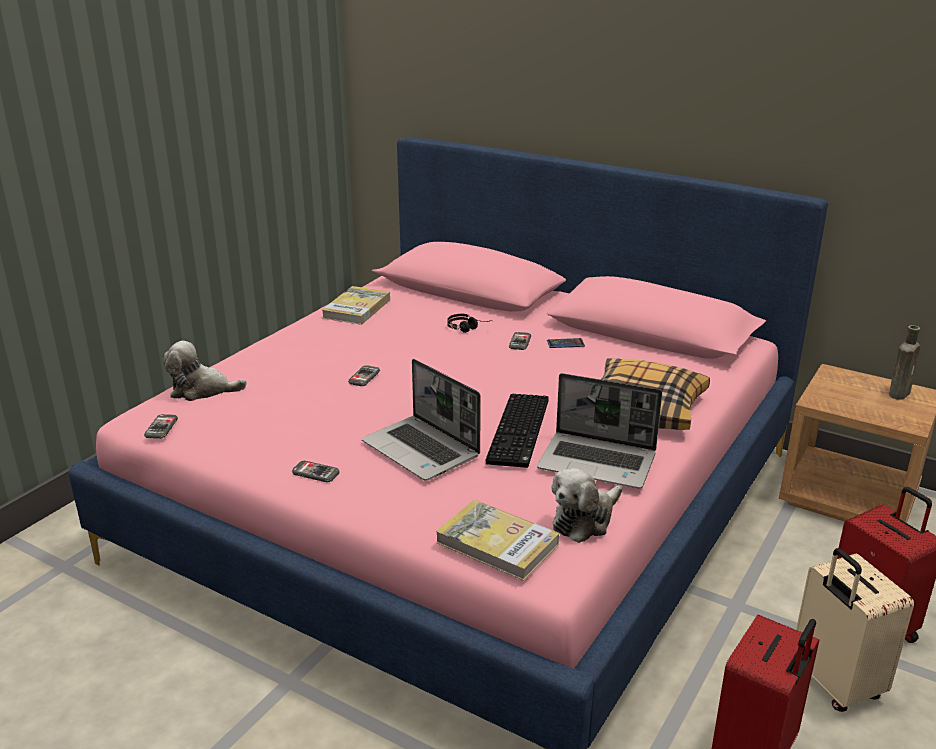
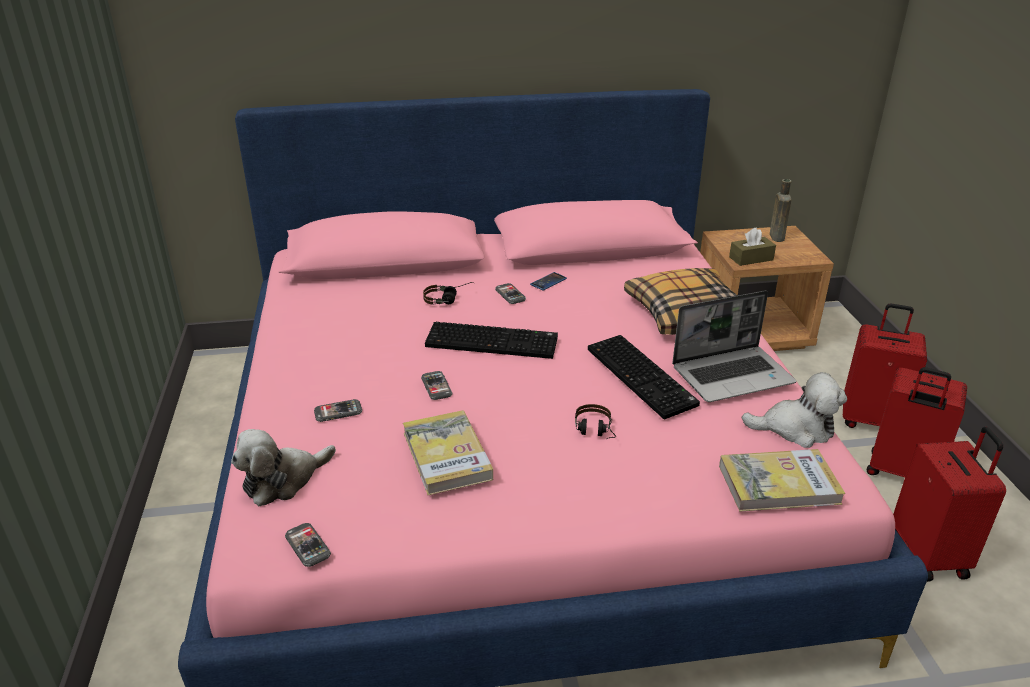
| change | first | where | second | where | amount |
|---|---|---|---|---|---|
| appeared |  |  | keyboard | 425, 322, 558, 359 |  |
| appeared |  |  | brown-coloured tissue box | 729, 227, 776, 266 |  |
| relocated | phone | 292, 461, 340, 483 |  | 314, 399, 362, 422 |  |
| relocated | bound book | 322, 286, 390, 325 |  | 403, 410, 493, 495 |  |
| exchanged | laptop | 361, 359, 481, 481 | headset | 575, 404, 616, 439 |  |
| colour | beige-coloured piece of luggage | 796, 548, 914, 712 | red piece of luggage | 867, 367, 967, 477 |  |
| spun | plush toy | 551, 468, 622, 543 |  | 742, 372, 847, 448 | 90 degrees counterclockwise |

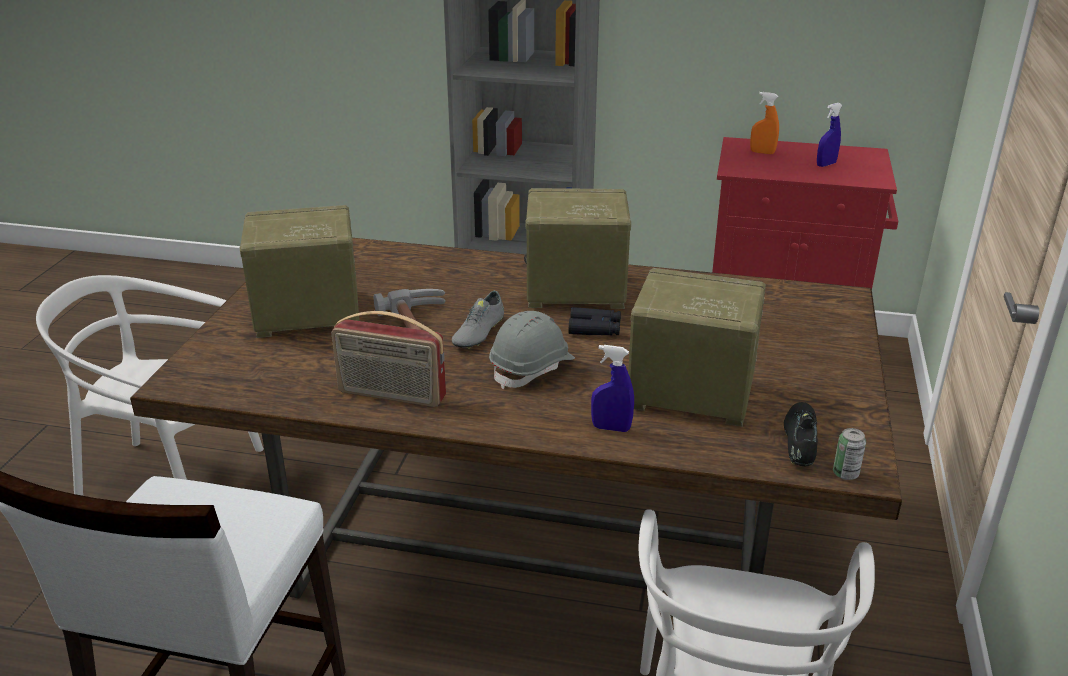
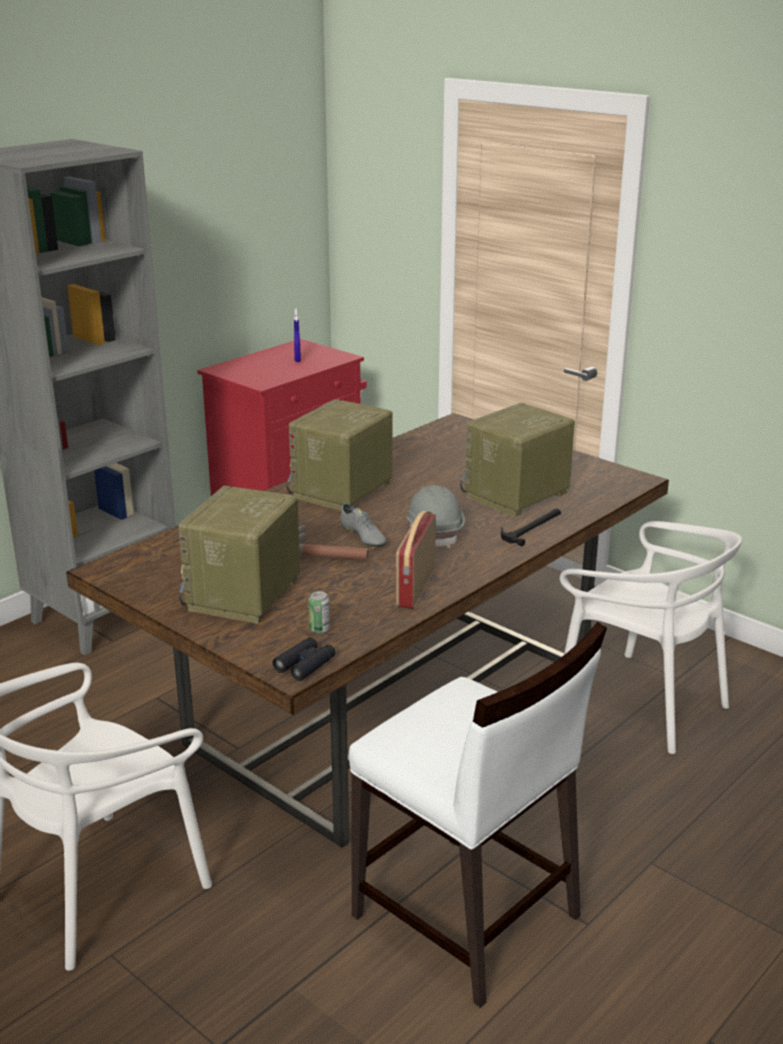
| change | first | where | second | where | amount |
|---|---|---|---|---|---|
| missing | orange sprayer | 750, 92, 779, 154 |  |  |  |
| missing | blackish shoe | 784, 402, 818, 466 |  |  |  |
| relocated | blackish pair of binoculars | 569, 307, 621, 336 |  | 272, 637, 335, 681 |  |
| relocated | sealed can | 833, 428, 866, 480 |  | 308, 591, 330, 634 |  |
| exchanged | blue sprayer | 591, 345, 634, 432 | hand hammer | 501, 508, 561, 546 |  |
| spun | radio set | 332, 311, 446, 407 |  | 396, 511, 436, 609 | 150 degrees clockwise |

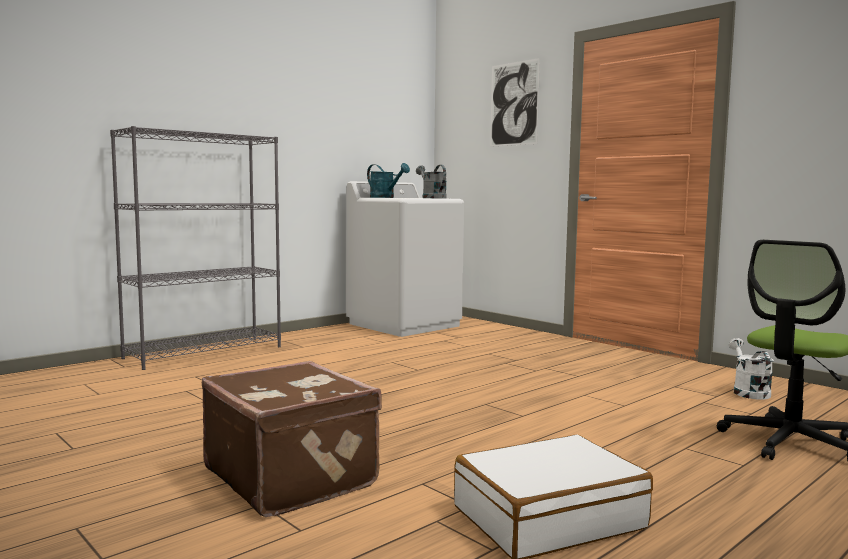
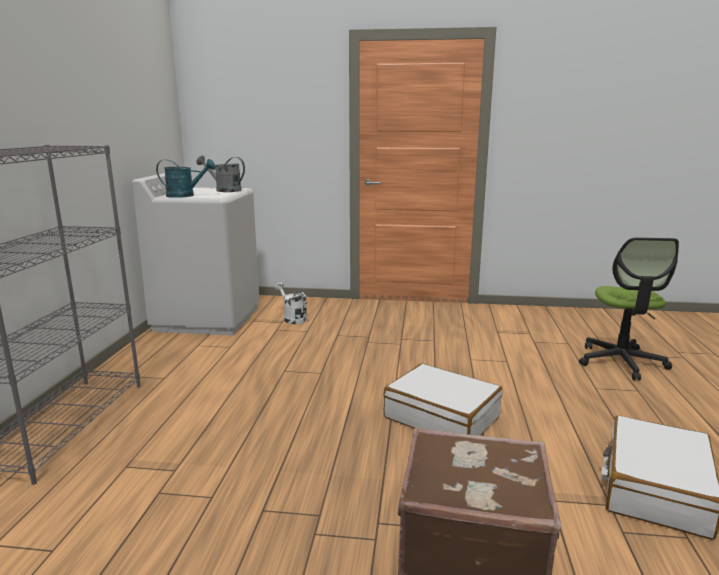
| change | first | where | second | where | amount |
|---|---|---|---|---|---|
| missing | picture | 490, 58, 540, 147 |  |  |  |
| appeared |  |  | white piece of luggage | 384, 363, 503, 436 |  |
| relocated | white sprinkling can | 729, 338, 774, 400 |  | 275, 282, 307, 324 |  |

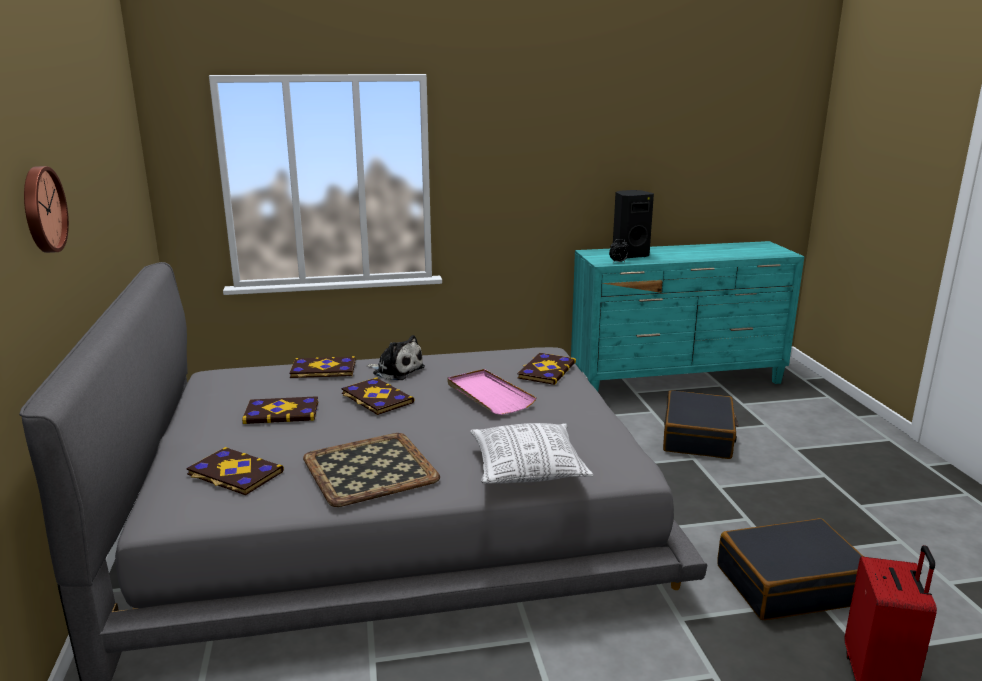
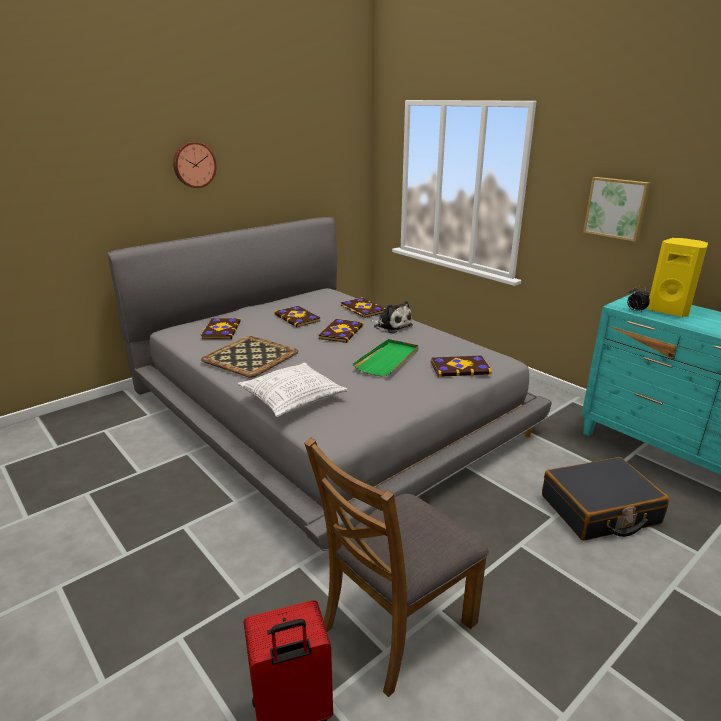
| change | first | where | second | where | amount |
|---|---|---|---|---|---|
| appeared |  |  | picture | 583, 177, 651, 242 |  |
| exchanged | blackish piece of luggage | 717, 518, 864, 620 | brown-coloured chair | 304, 438, 489, 697 |  |
| colour | pink carrying tray | 447, 369, 537, 415 | greenish carrying tray | 353, 339, 419, 377 |  |
| colour | blackish audio speaker | 613, 190, 654, 258 | yellow-coloured audio speaker | 647, 238, 708, 317 |  |
| spun | plush toy | 366, 335, 425, 380 |  | 371, 301, 413, 334 | 45 degrees counterclockwise |

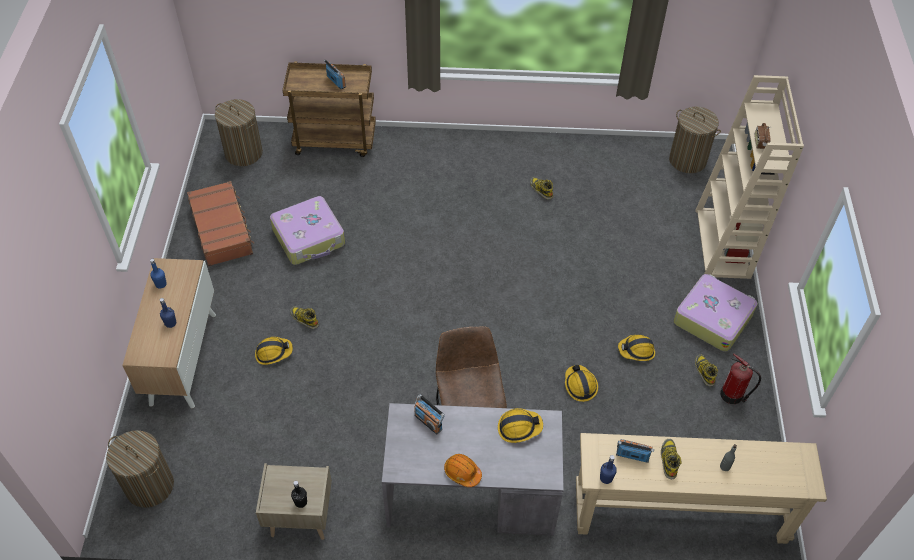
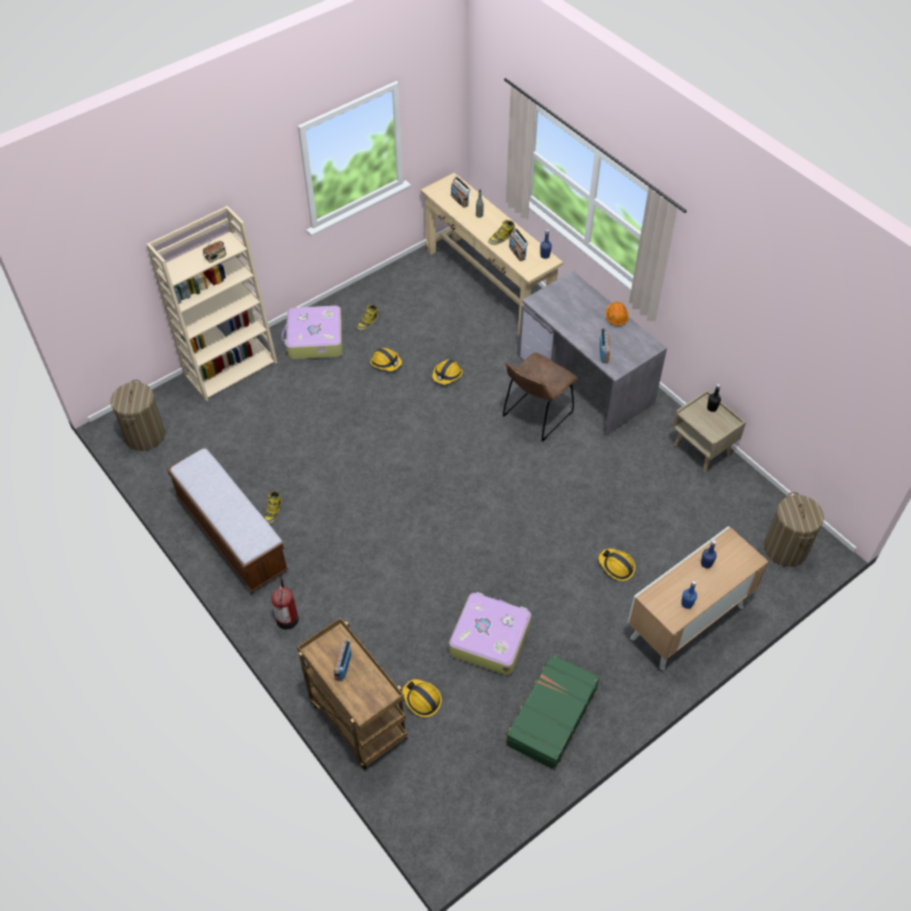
| change | first | where | second | where | amount |
|---|---|---|---|---|---|
| missing | washing basket | 215, 99, 263, 166 |  |  |  |
| missing | high-top boot | 290, 307, 319, 329 |  |  |  |
| appeared |  |  | bench | 167, 448, 288, 592 |  |
| appeared |  |  | radio set | 451, 176, 470, 208 |  |
| relocated | safety helmet | 498, 408, 543, 443 |  | 402, 679, 442, 717 |  |
| relocated | extinguisher | 720, 354, 761, 404 |  | 271, 578, 299, 630 |  |
| colour | brown-coloured piece of luggage | 187, 181, 255, 266 | greenish piece of luggage | 506, 654, 600, 770 |  |

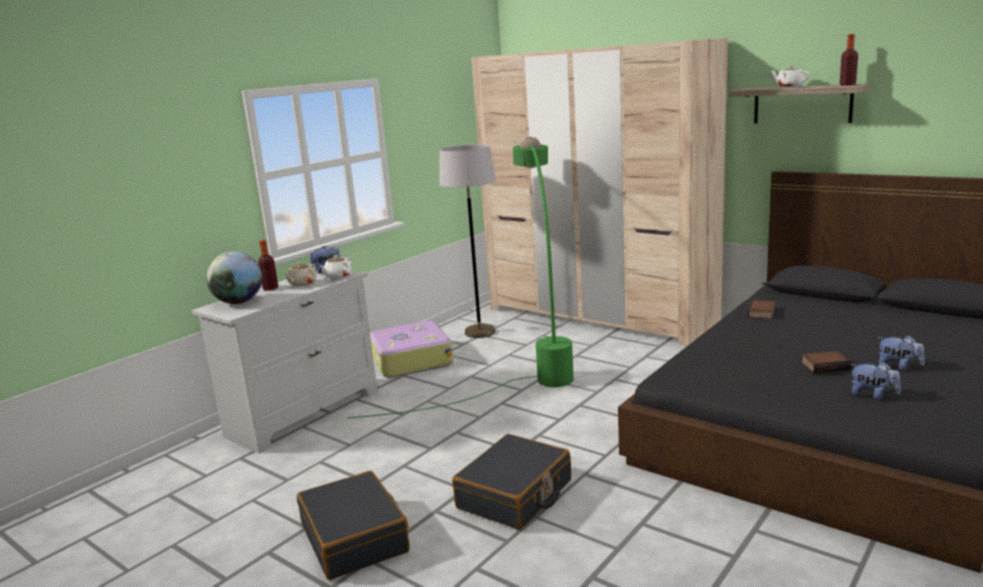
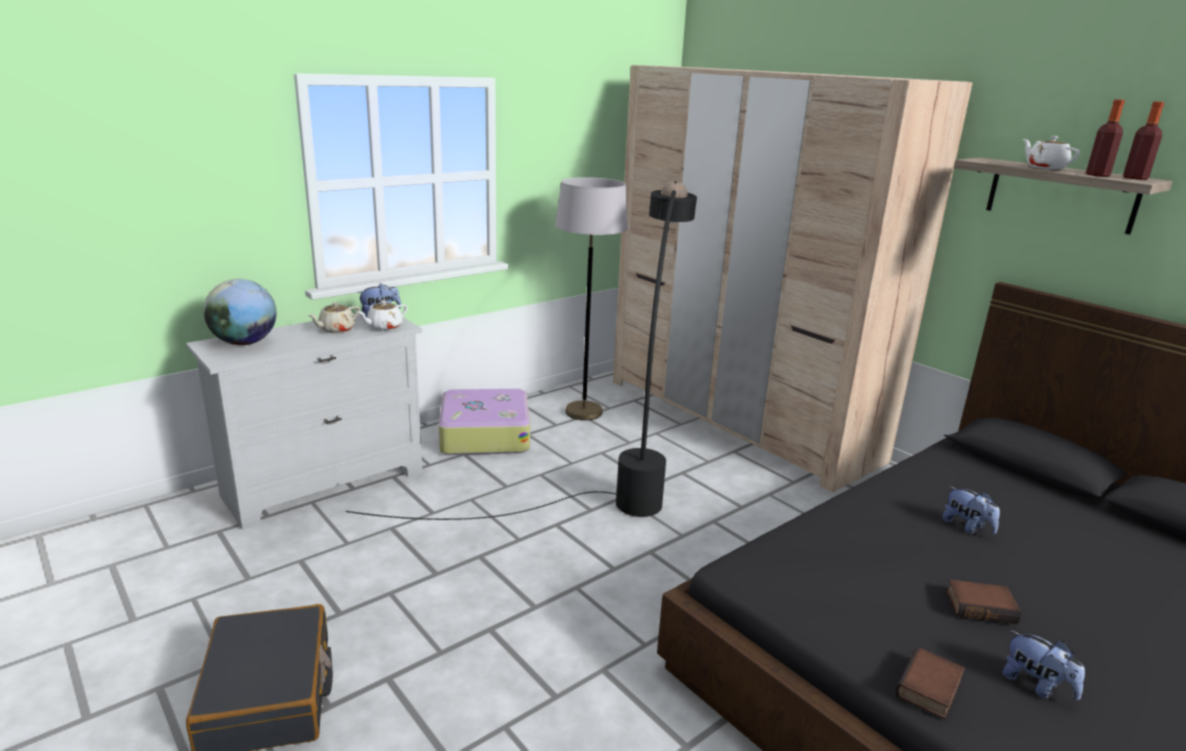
| change | first | where | second | where | amount |
|---|---|---|---|---|---|
| missing | blackish piece of luggage | 452, 434, 571, 530 |  |  |  |
| relocated | beverage bottle | 258, 240, 279, 291 |  | 1086, 99, 1125, 177 |  |
| relocated | bound book | 748, 300, 775, 319 |  | 895, 647, 965, 719 |  |
| relocated | plush toy | 879, 335, 925, 370 |  | 942, 486, 1000, 534 |  |
| colour | greenish standing lamp | 347, 137, 574, 418 | blackish standing lamp | 346, 181, 697, 520 |  |

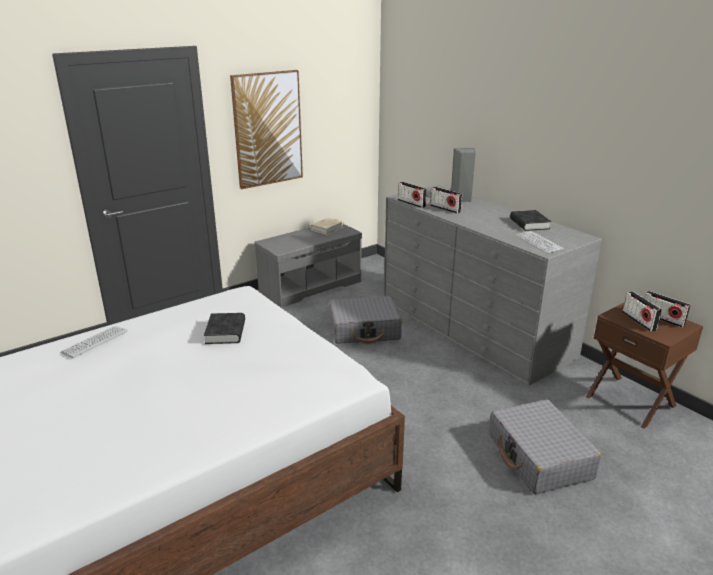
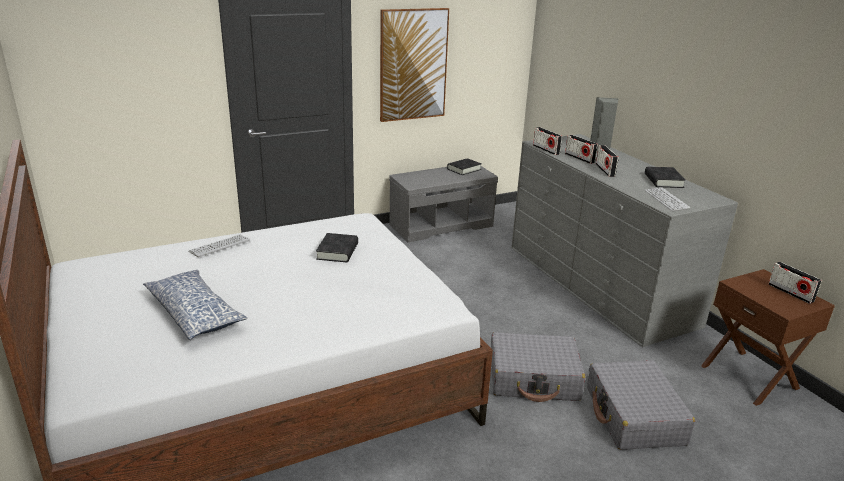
| change | first | where | second | where | amount |
|---|---|---|---|---|---|
| appeared |  |  | throw pillow | 143, 270, 248, 340 |  |
| relocated | greyish piece of luggage | 329, 296, 402, 344 |  | 491, 332, 586, 402 |  |
| relocated | radio set | 622, 291, 662, 332 |  | 596, 145, 619, 177 |  |
| colour | beige-coloured bound book | 310, 217, 344, 235 | blackish bound book | 447, 158, 482, 175 |  |

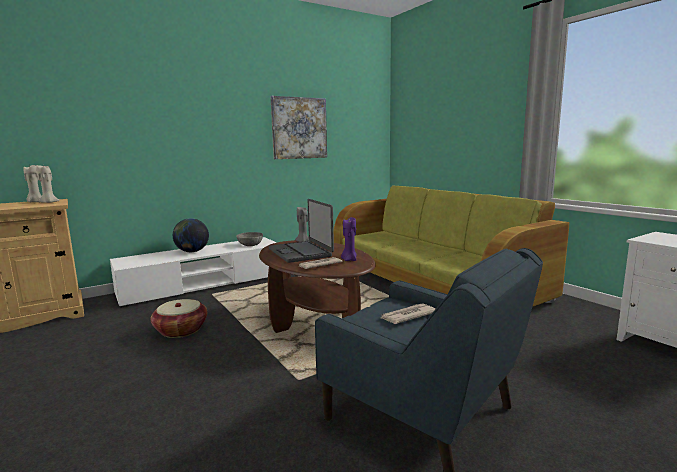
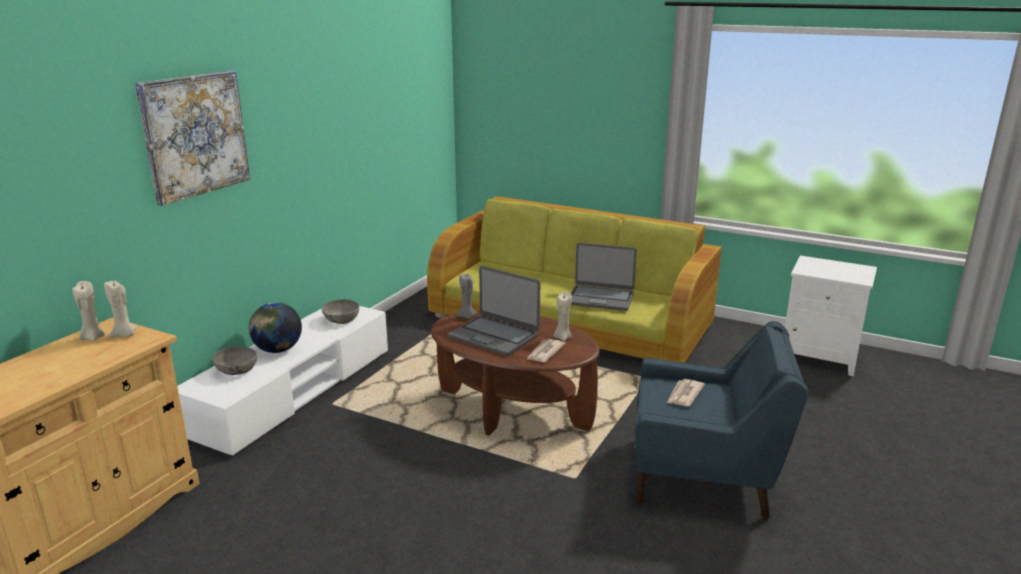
| change | first | where | second | where | amount |
|---|---|---|---|---|---|
| missing | storage basket | 151, 299, 207, 338 |  |  |  |
| appeared |  |  | greyish deep dish | 212, 346, 257, 375 |  |
| appeared |  |  | laptop | 570, 243, 637, 311 |  |
| relocated | picture | 270, 96, 327, 159 |  | 135, 70, 250, 206 |  |
| colour | purple-coloured wax light | 341, 217, 357, 261 | beige-coloured wax light | 553, 291, 572, 341 |  |

